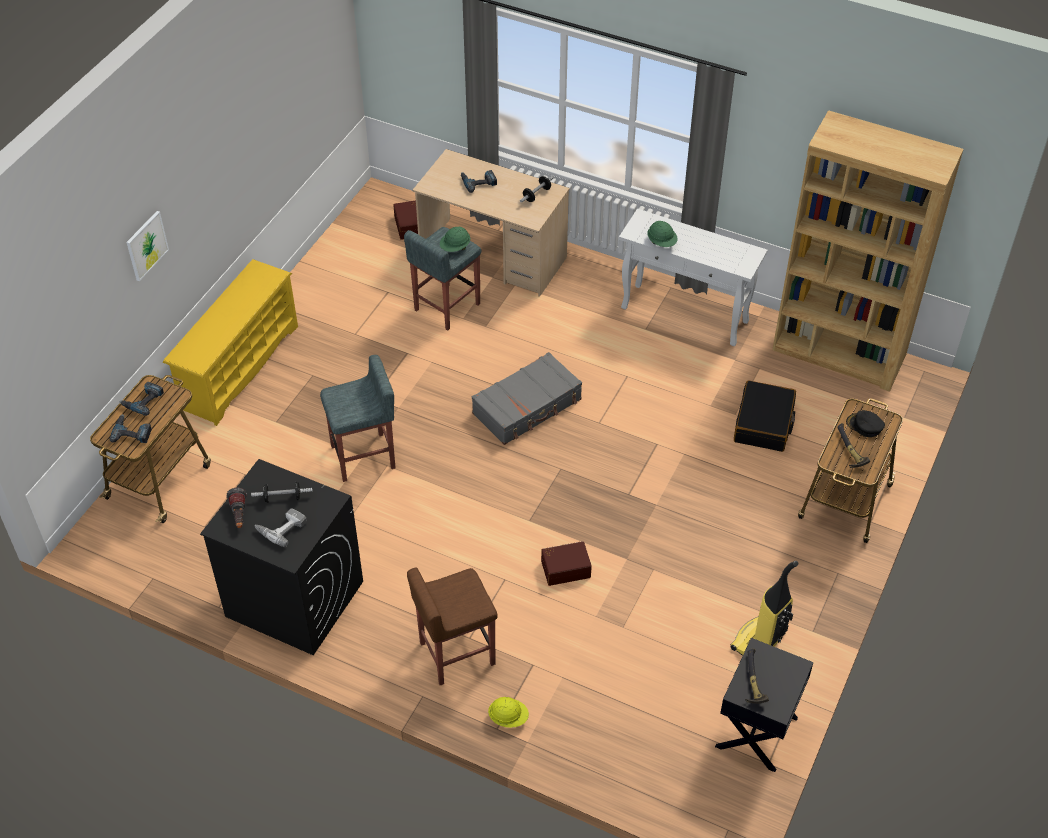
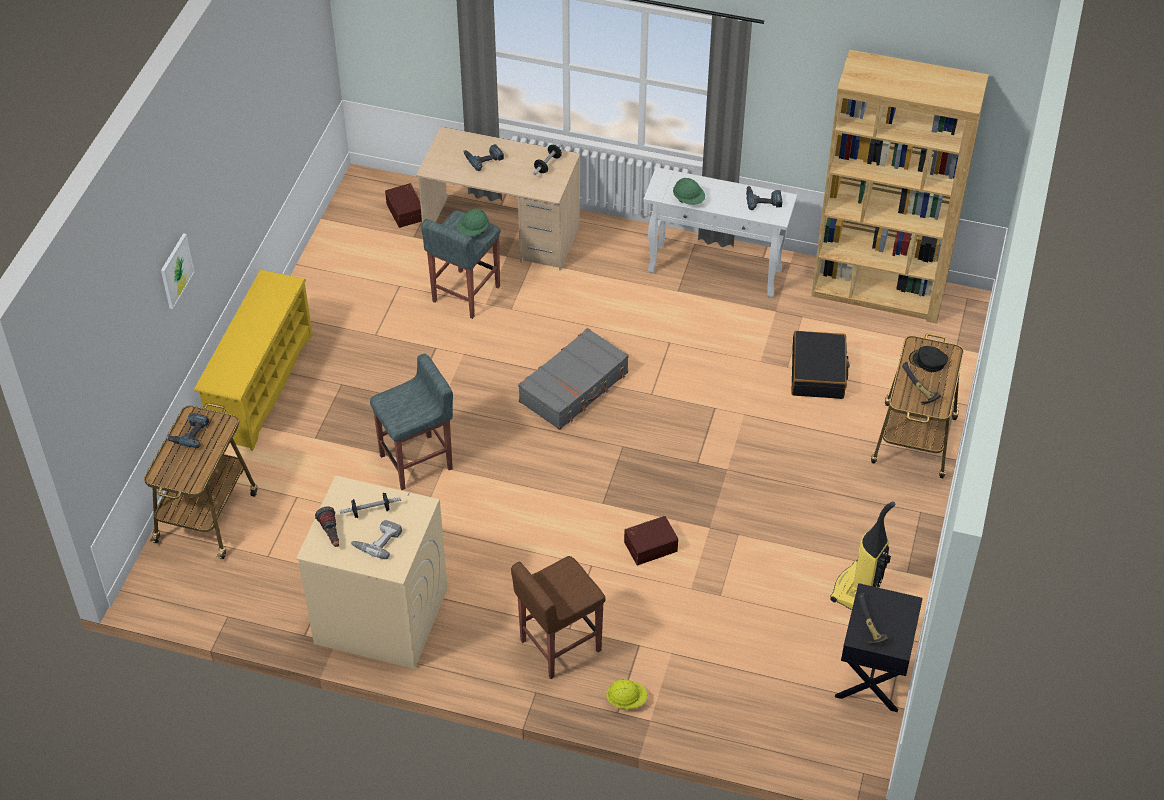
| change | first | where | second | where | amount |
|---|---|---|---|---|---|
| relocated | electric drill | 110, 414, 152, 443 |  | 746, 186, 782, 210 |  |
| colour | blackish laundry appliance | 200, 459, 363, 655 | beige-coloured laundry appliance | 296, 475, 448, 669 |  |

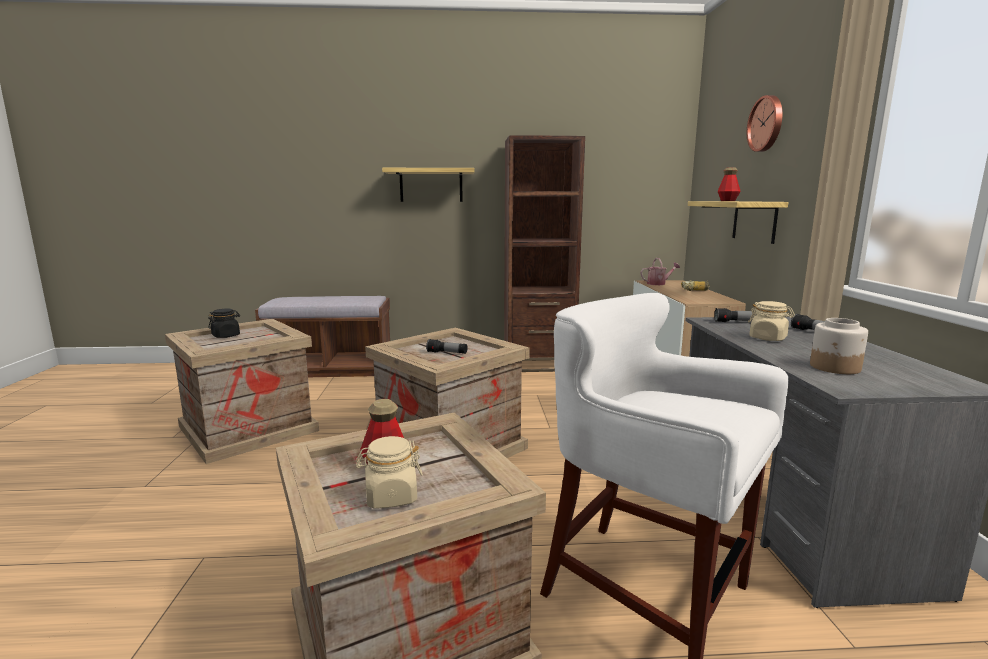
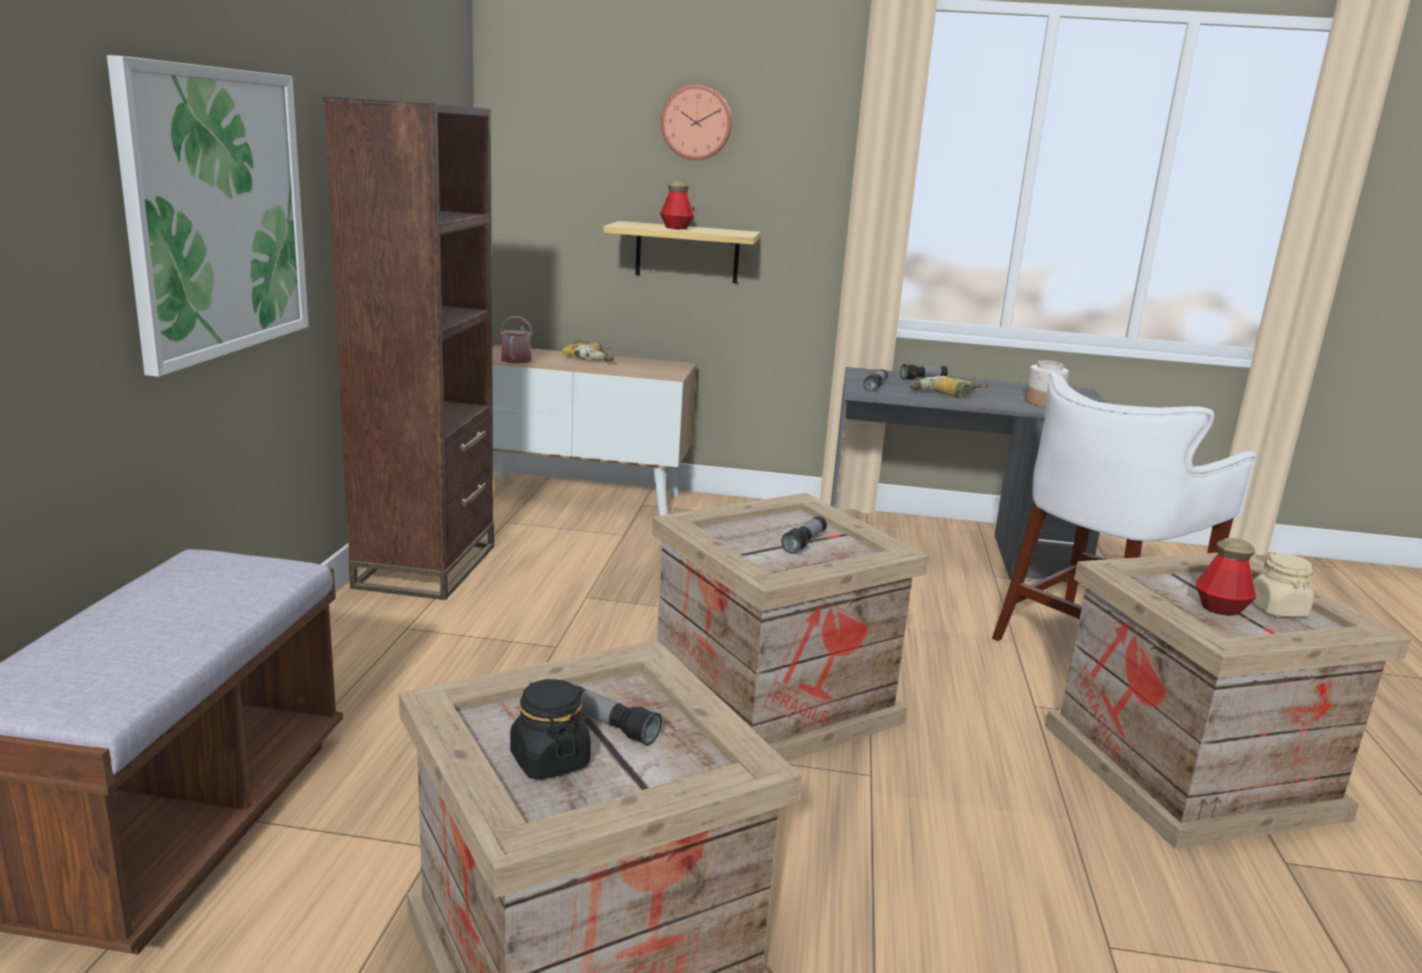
| change | first | where | second | where | amount |
|---|---|---|---|---|---|
| appeared |  |  | torch | 575, 685, 662, 746 |  |
| exchanged | shelf | 382, 168, 475, 202 | picture | 107, 55, 309, 377 |  |
| exchanged | beige-coloured jar | 748, 301, 795, 341 | electric drill | 910, 375, 988, 398 |  |

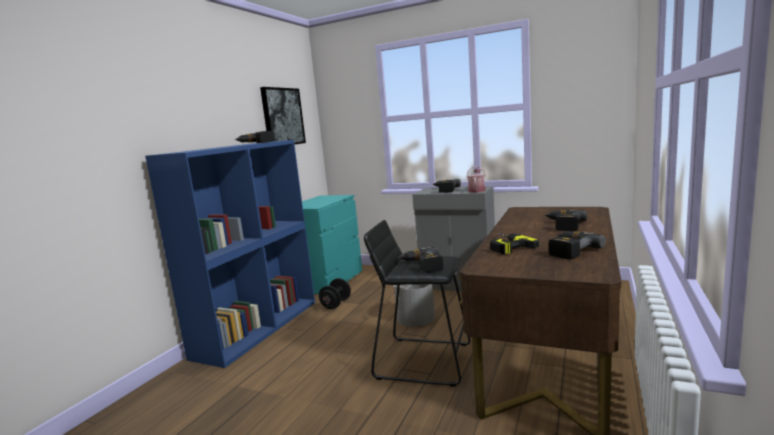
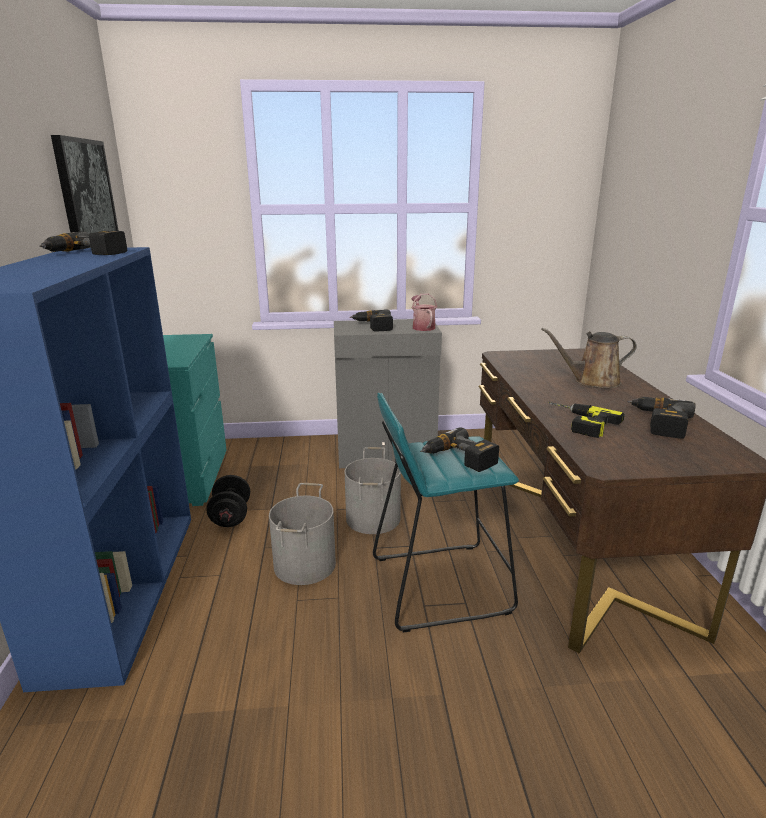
| change | first | where | second | where | amount |
|---|---|---|---|---|---|
| appeared |  |  | greyish water bucket | 269, 483, 336, 585 |  |
| exchanged | electric drill | 544, 210, 587, 231 | brown-coloured sprinkling can | 541, 328, 637, 389 |  |
| colour | blackish stool seat | 364, 220, 470, 387 | turquoise stool seat | 373, 393, 519, 633 |  |

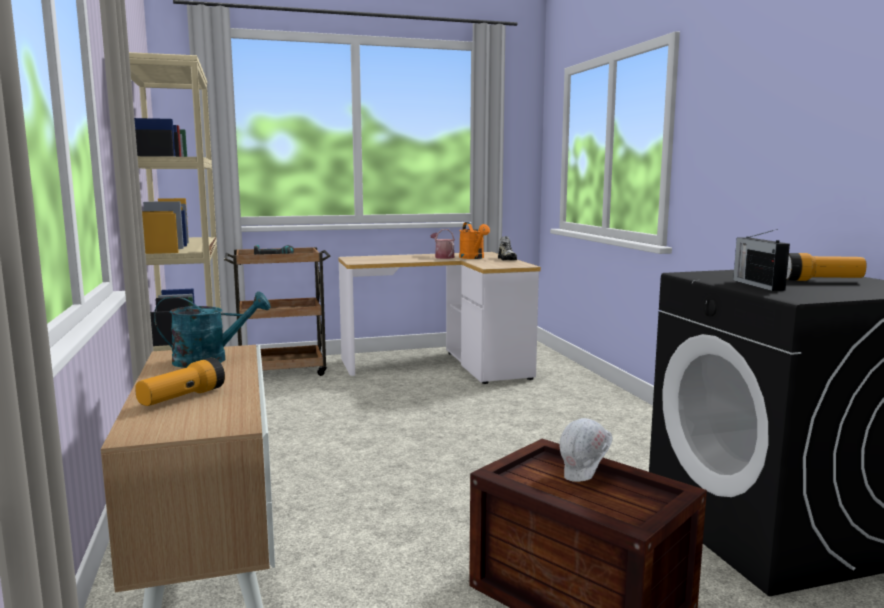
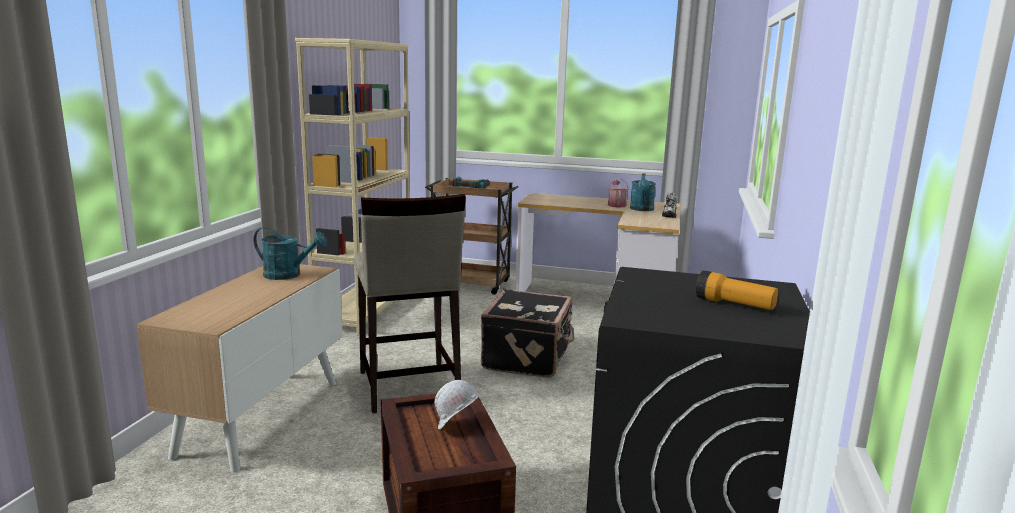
| change | first | where | second | where | amount |
|---|---|---|---|---|---|
| missing | torch | 135, 358, 225, 406 |  |  |  |
| missing | radio set | 733, 229, 790, 291 |  |  |  |
| appeared |  |  | beige-coloured stool seat | 354, 194, 466, 413 |  |
| appeared |  |  | blackish piece of luggage | 481, 289, 574, 378 |  |
| colour | orange sprinkling can | 459, 222, 490, 259 | turquoise sprinkling can | 630, 173, 656, 211 |  |

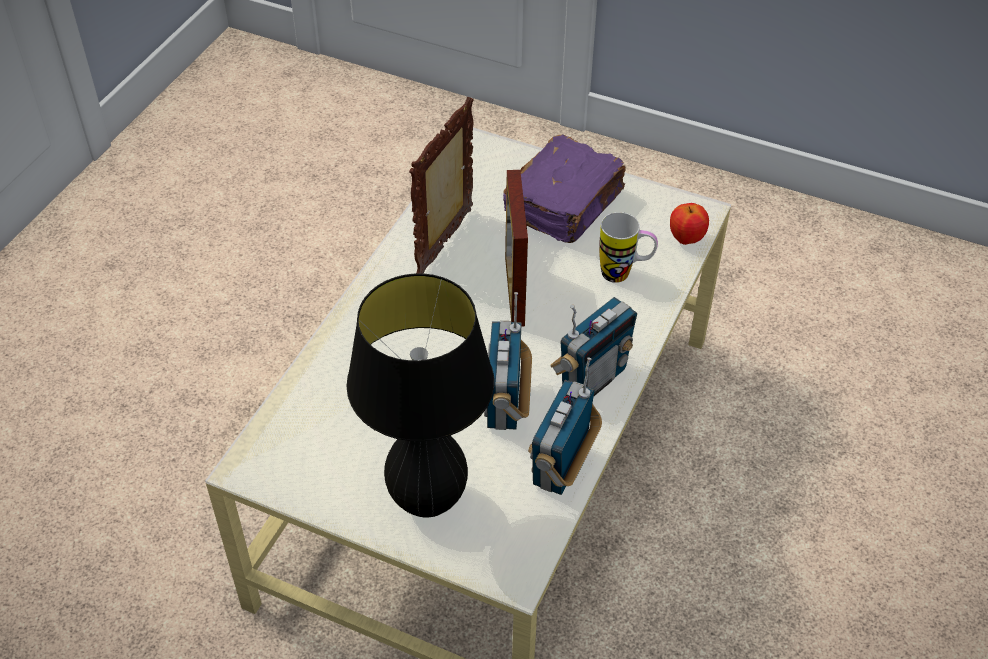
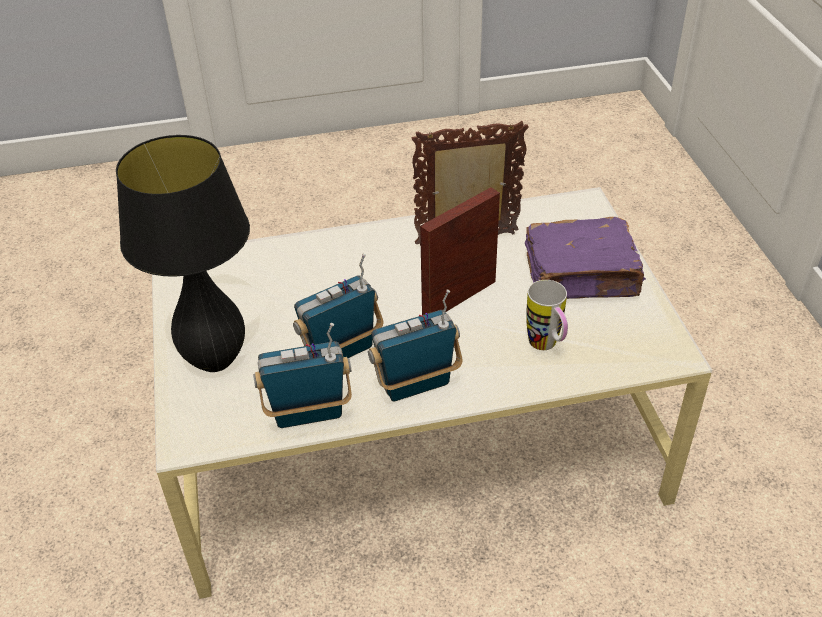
| change | first | where | second | where | amount |
|---|---|---|---|---|---|
| missing | whole apple | 670, 203, 709, 245 |  |  |  |
| spun | radio set | 550, 297, 637, 396 |  | 368, 290, 462, 401 | 150 degrees clockwise |

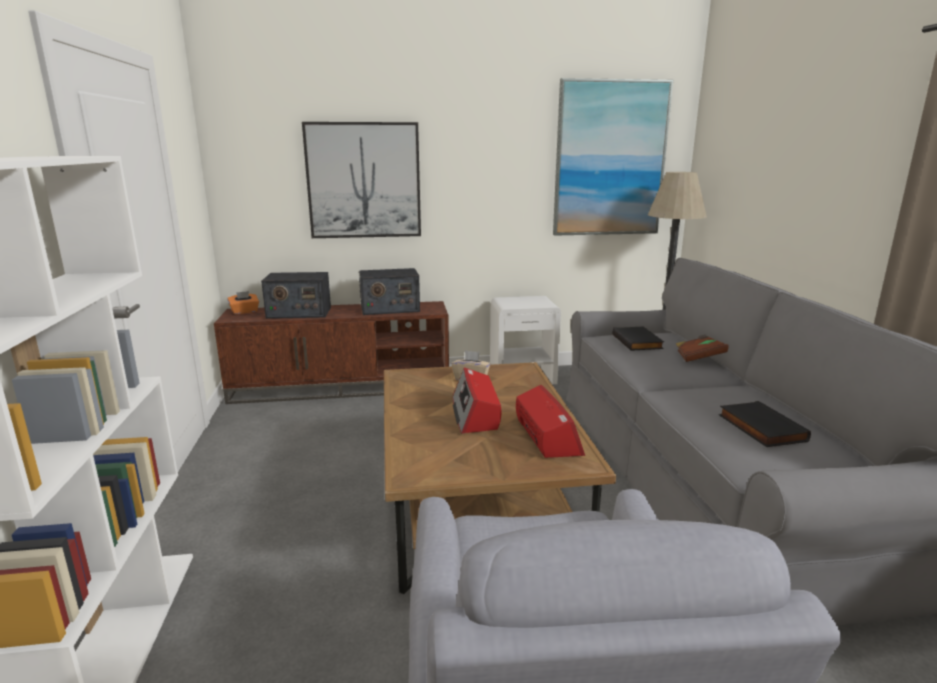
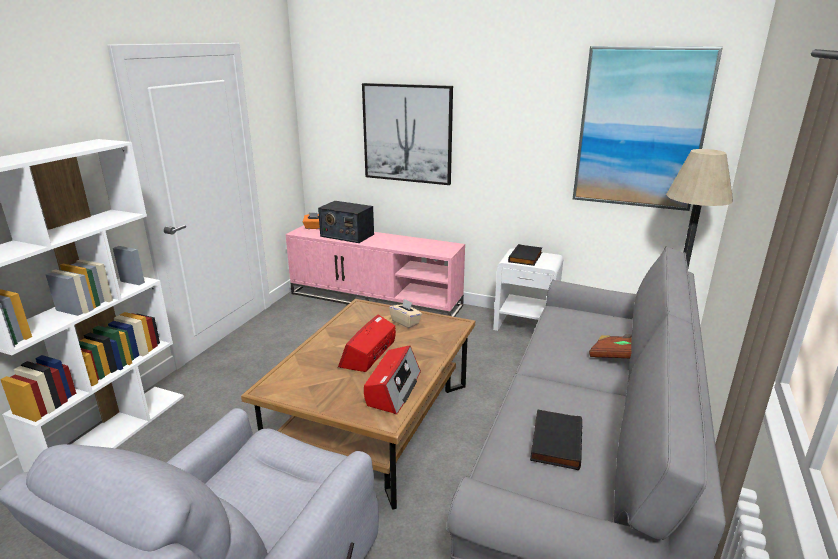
| change | first | where | second | where | amount |
|---|---|---|---|---|---|
| missing | radio set | 359, 268, 420, 315 |  |  |  |
| relocated | blackish bound book | 612, 326, 664, 351 |  | 508, 244, 542, 266 |  |
| colour | brown-coloured media console | 214, 301, 449, 404 | pink media console | 286, 225, 465, 317 |  |

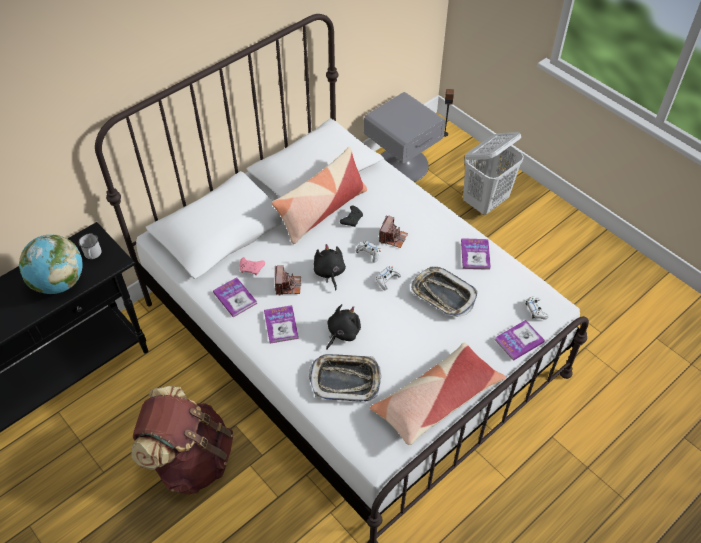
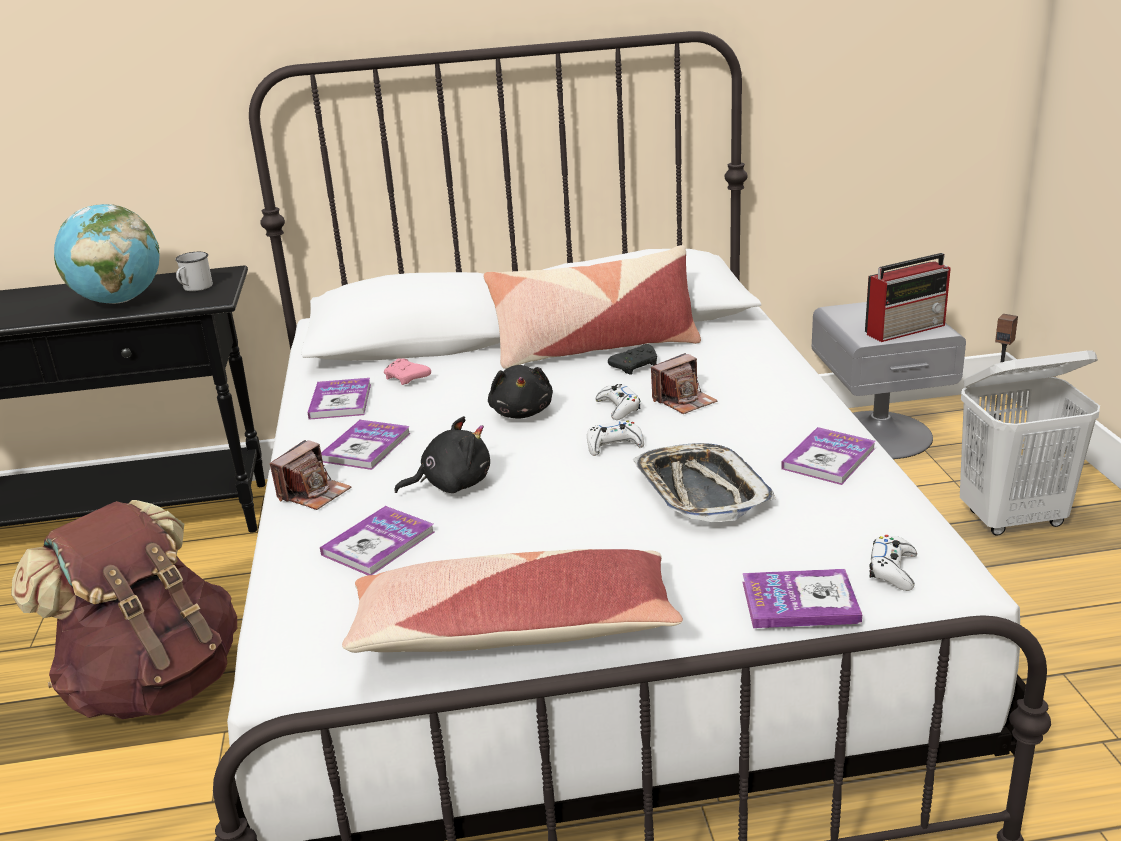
| change | first | where | second | where | amount |
|---|---|---|---|---|---|
| appeared |  |  | radio set | 865, 253, 951, 342 |  |
| relocated | still camera | 275, 265, 301, 296 |  | 270, 440, 352, 510 |  |
| exchanged | carrying tray | 309, 354, 381, 402 | bound book | 320, 506, 434, 575 |  |
| spun | blackish plush toy | 314, 244, 346, 290 |  | 488, 365, 553, 419 | 150 degrees clockwise |

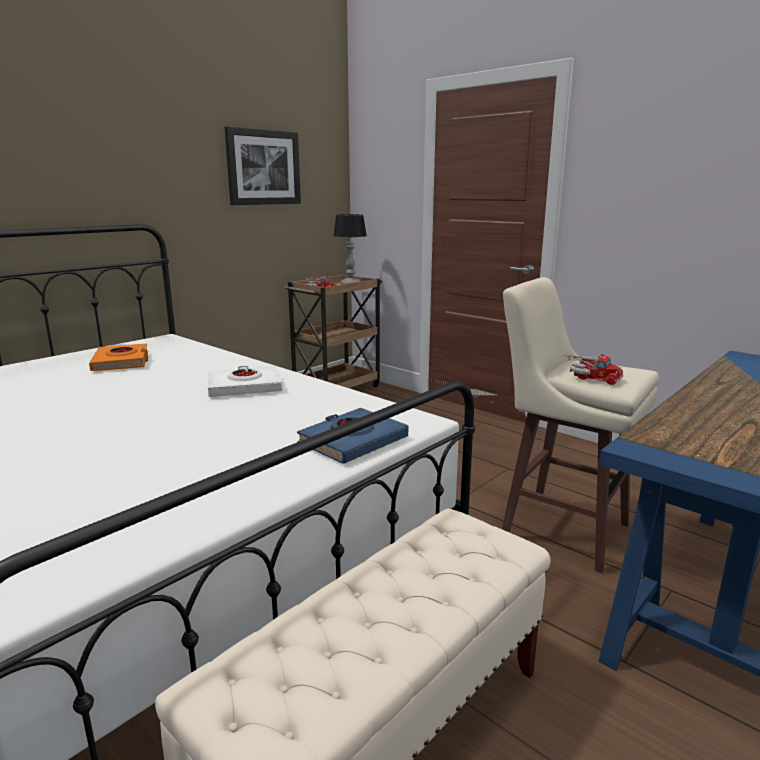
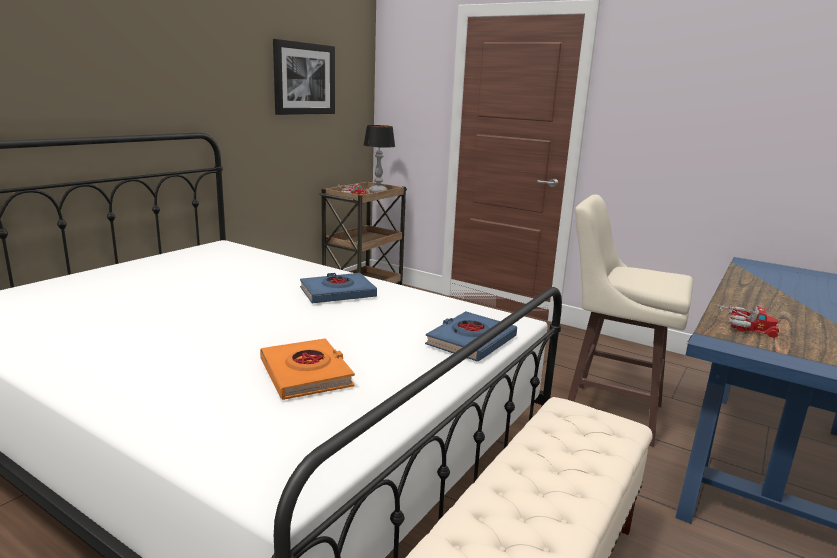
| change | first | where | second | where | amount |
|---|---|---|---|---|---|
| relocated | orange bound book | 89, 344, 148, 371 |  | 260, 338, 355, 400 |  |
| relocated | toy truck | 563, 354, 623, 385 |  | 717, 304, 780, 338 |  |
| colour | white bound book | 208, 366, 283, 397 | blue bound book | 300, 273, 377, 303 |  |

